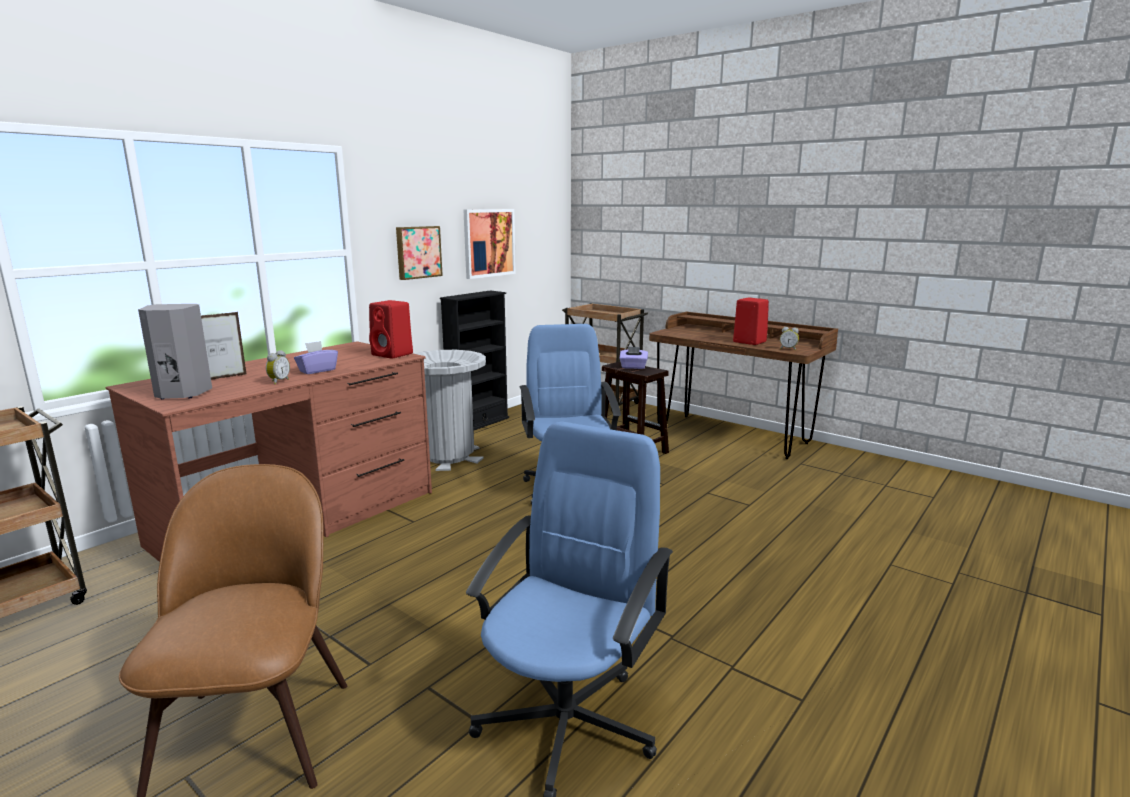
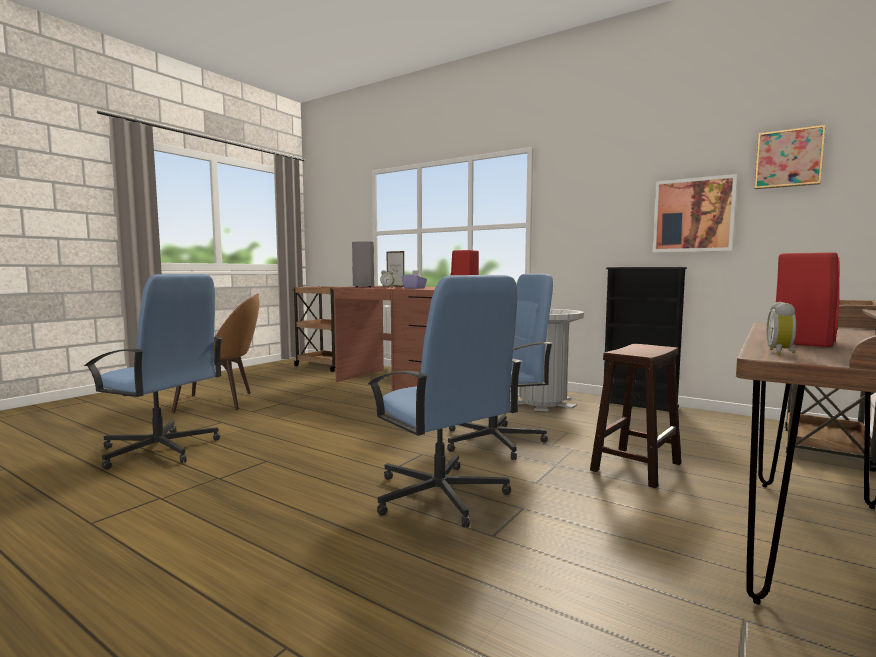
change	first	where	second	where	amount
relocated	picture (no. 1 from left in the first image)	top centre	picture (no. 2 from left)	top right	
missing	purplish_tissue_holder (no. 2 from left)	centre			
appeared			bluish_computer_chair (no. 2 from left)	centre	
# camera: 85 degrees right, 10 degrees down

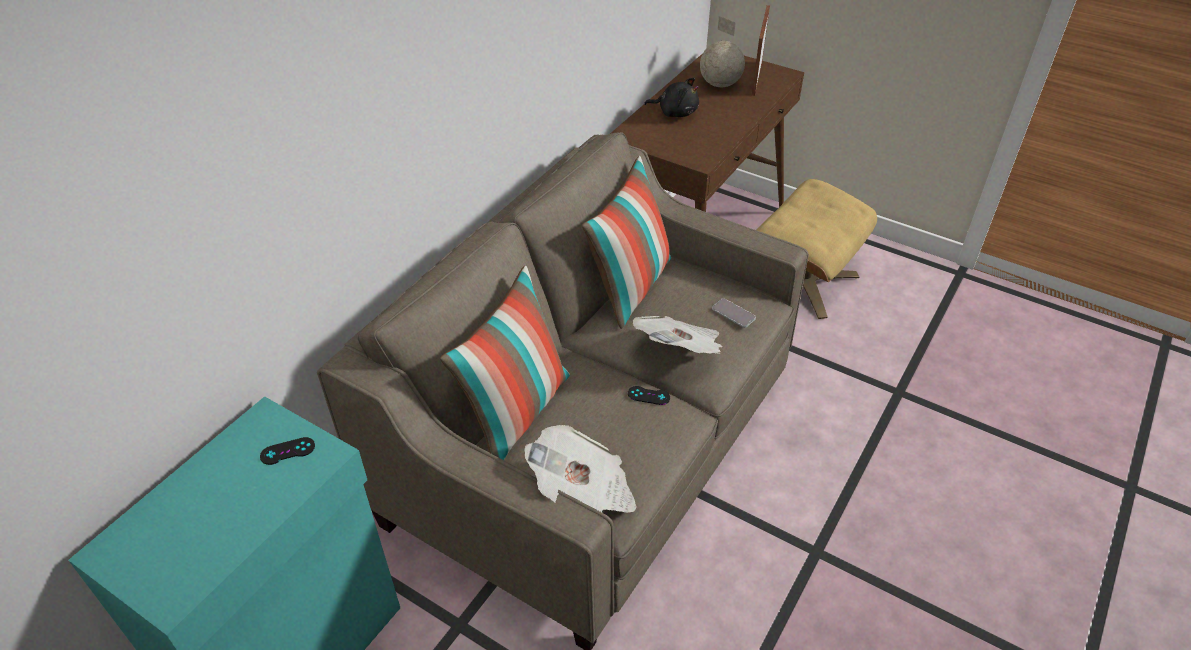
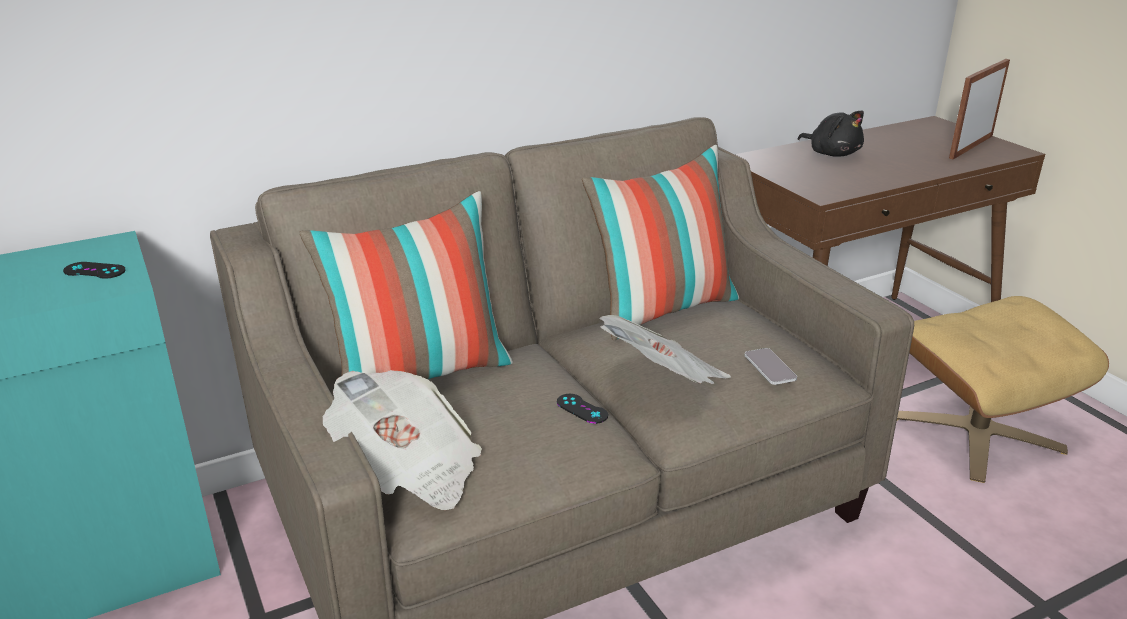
change	first	where	second	where	amount
missing	globe	top centre			
# camera: 30 degrees right, 15 degrees down

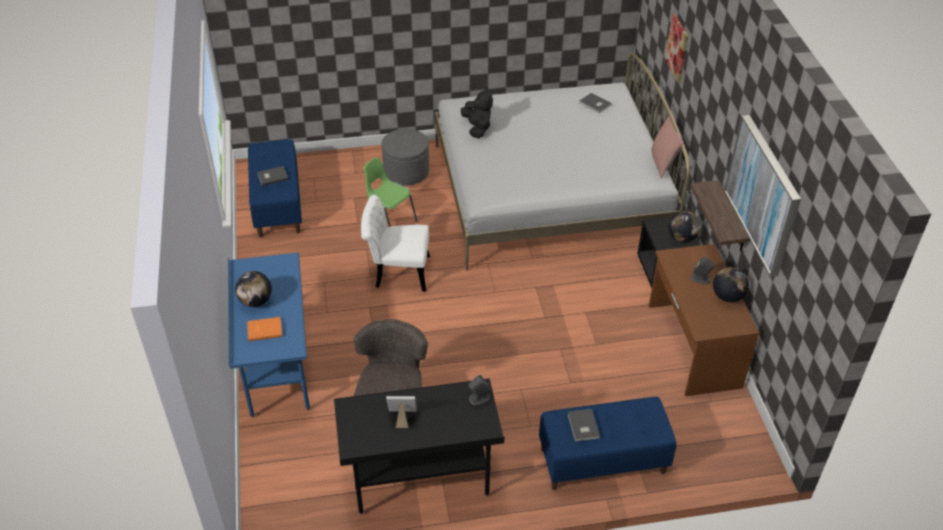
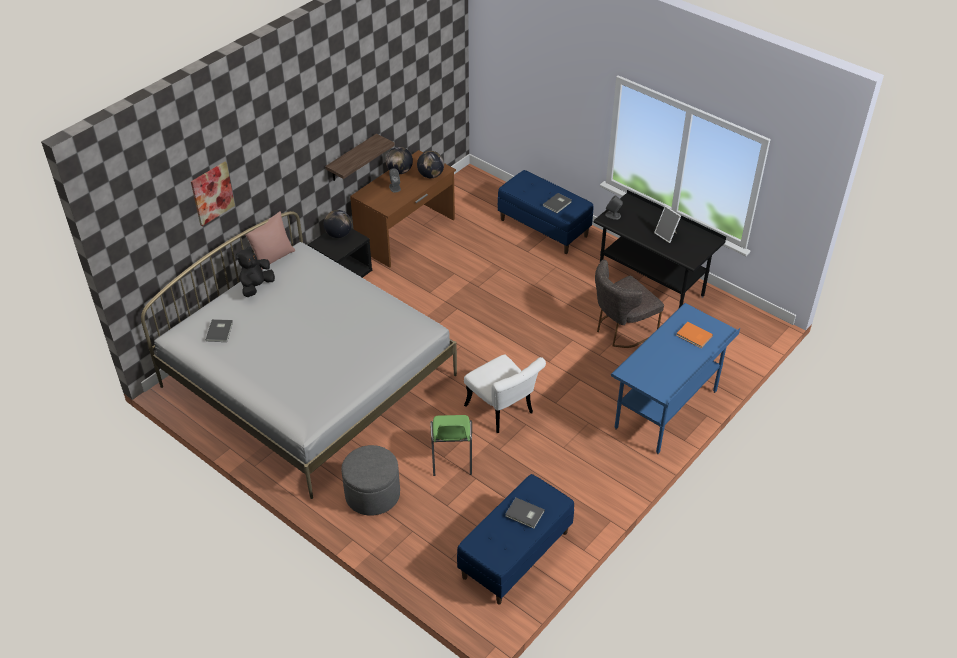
change	first	where	second	where	amount
relocated	globe (no. 1 from left in the first image)	middle left	globe (no. 3 from left)	top centre	
relocated	black-coloured_plush_toy	top centre		middle left	
missing	picture (no. 2 from left)	middle right			
# camera: 130 degrees left, 0 degrees up

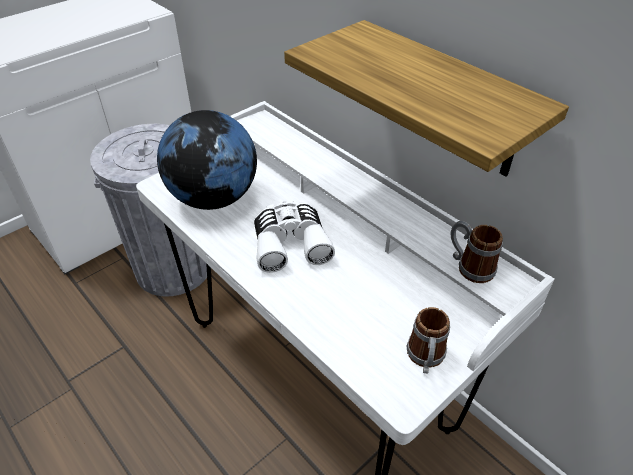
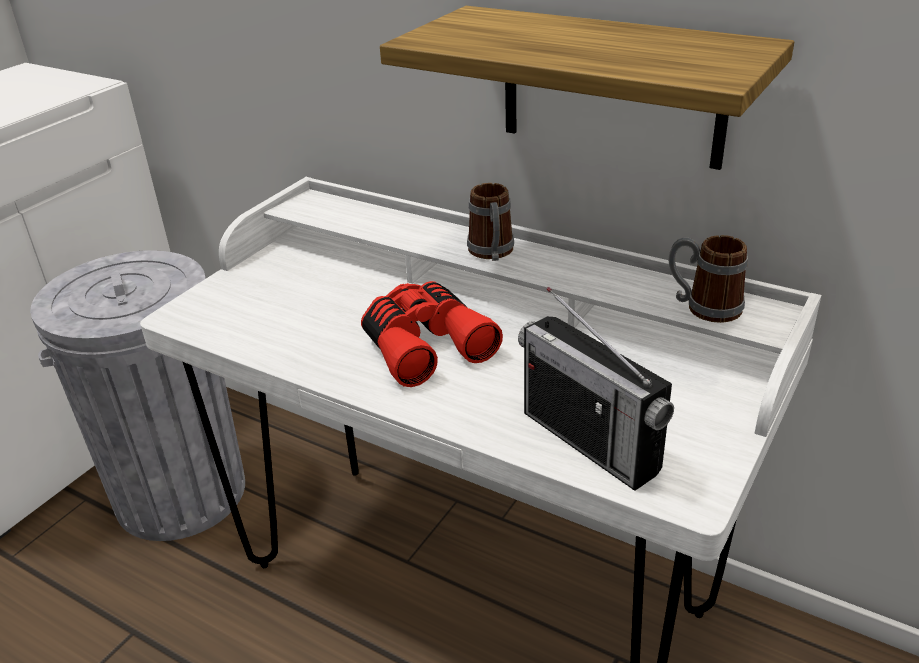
change	first	where	second	where	amount
missing	globe	middle left			
colour	white_binoculars	centre	red-coloured_binoculars	centre	
relocated	mug (no. 1 from left)	bottom right		centre	
appeared			radio	centre	
# camera: 15 degrees left, 10 degrees down

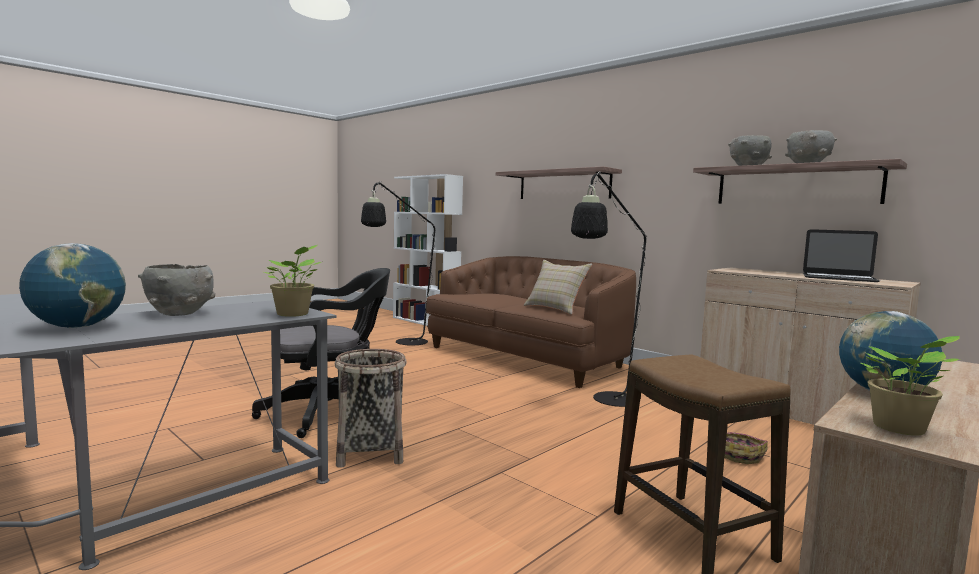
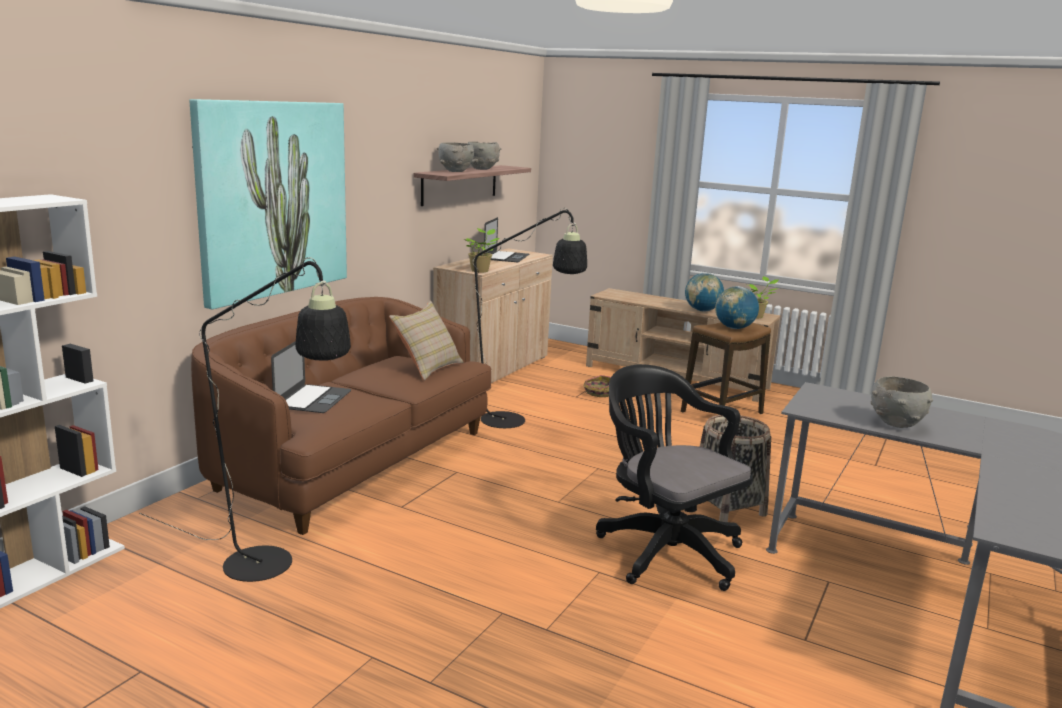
change	first	where	second	where	amount
relocated	globe (no. 1 from left in the first image)	middle left	globe (no. 2 from left)	middle right	
relocated	plant_in_a_pot (no. 1 from left)	middle left		centre	
exchanged	wall_shelf (no. 1 from left)	top centre	picture	top left	
appeared			laptop (no. 1 from left)	middle left	
# camera: 105 degrees left, 10 degrees up

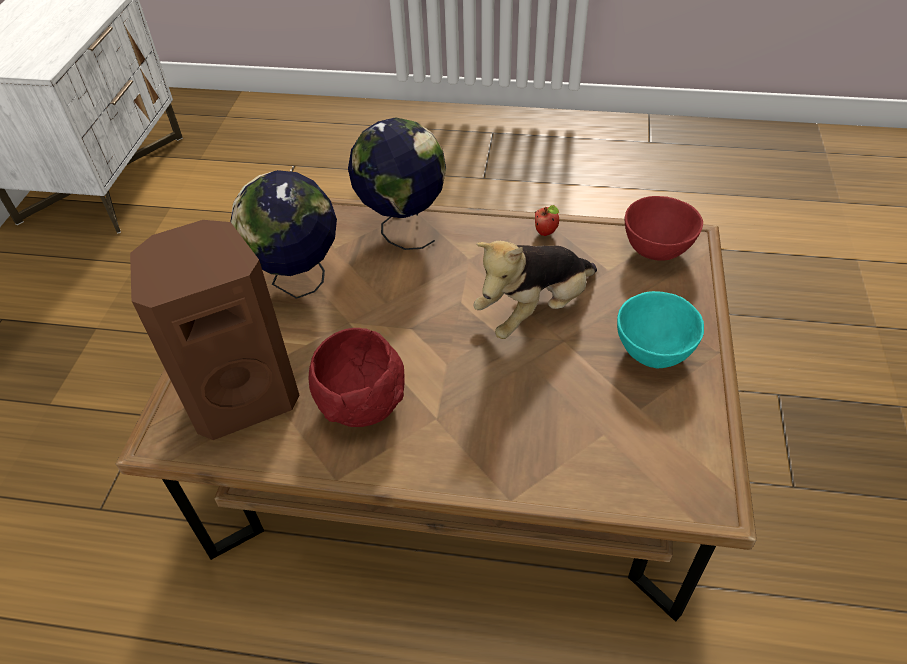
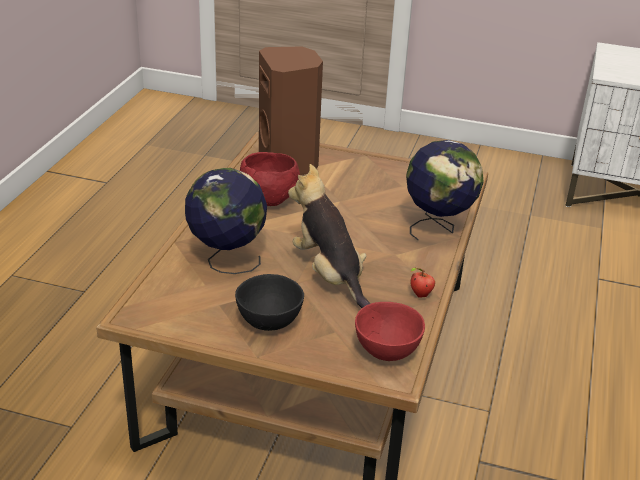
change	first	where	second	where	amount
relocated	globe (no. 1 from left)	middle left		centre	
colour	blue-green_deep_dish	middle right	black-coloured_deep_dish	centre	
# camera: 95 degrees right, 15 degrees down

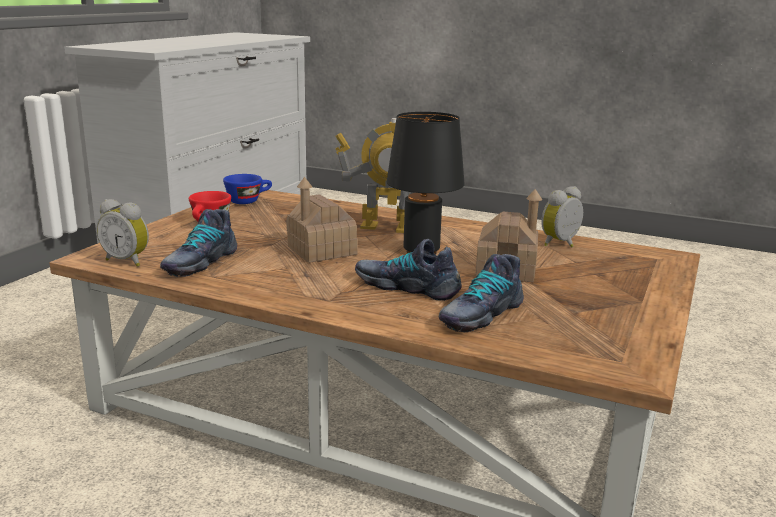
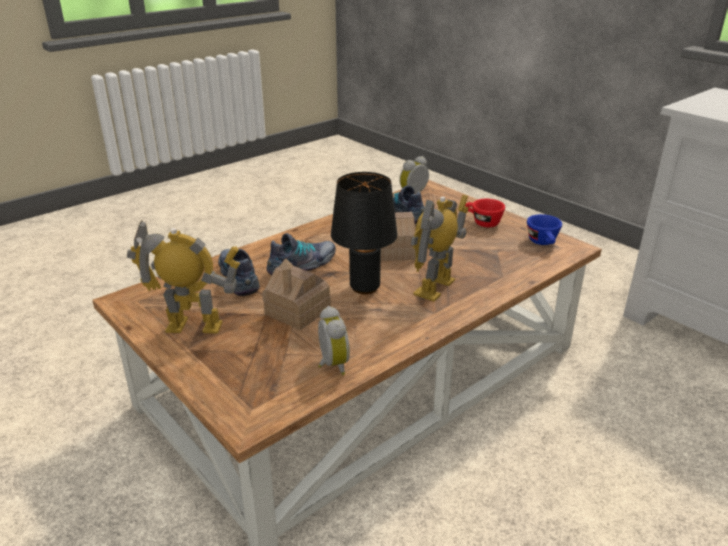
change	first	where	second	where	amount
appeared			model_robot (no. 1 from left)	middle left	
# camera: 115 degrees right, 10 degrees up

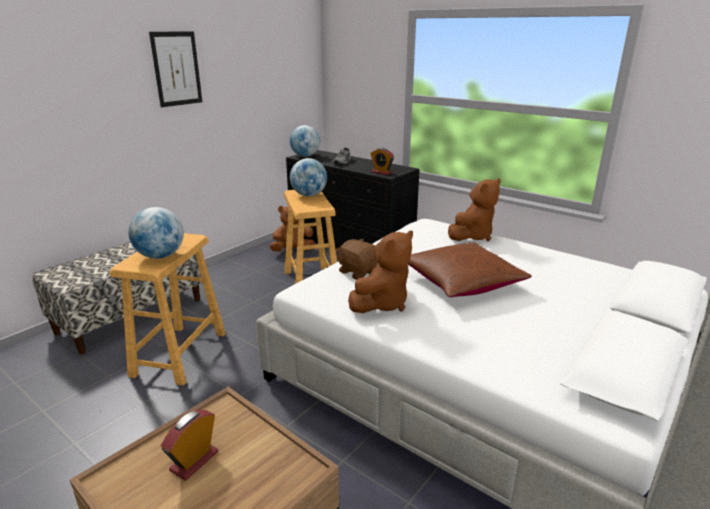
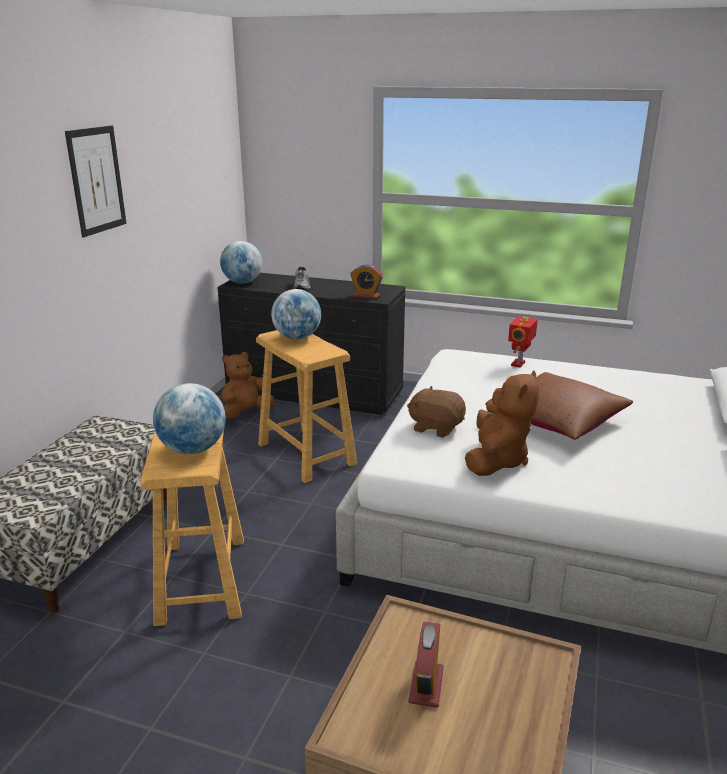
change	first	where	second	where	amount
exchanged	brown_plush_toy (no. 4 from left)	middle right	model_robot	middle right	
# camera: 20 degrees left, 0 degrees up

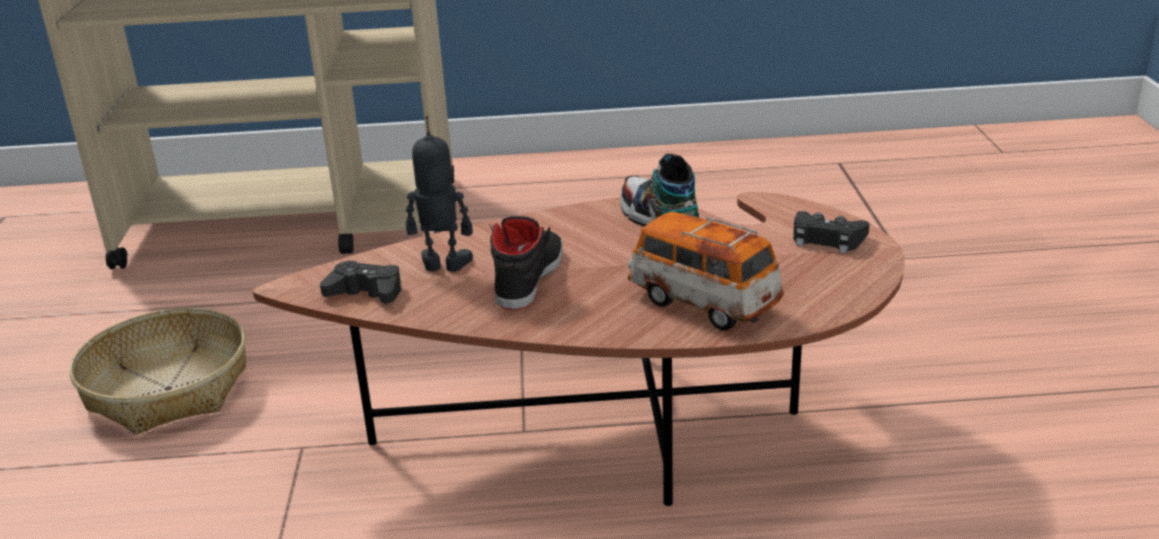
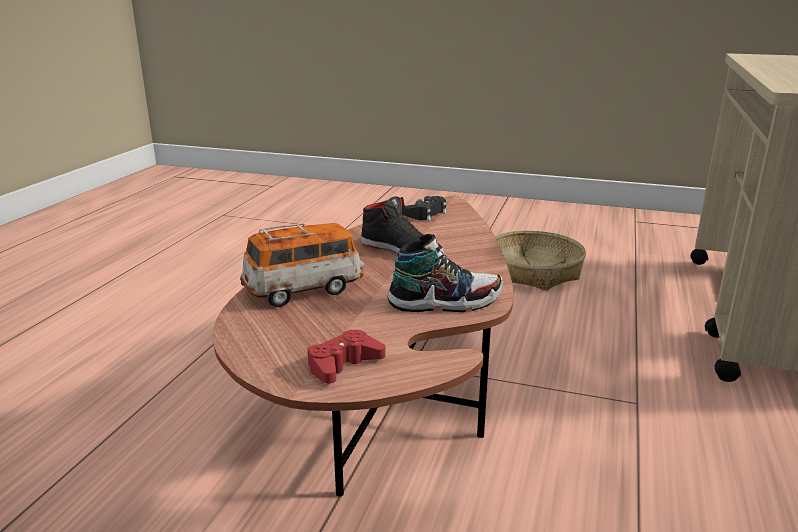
change	first	where	second	where	amount
missing	model_robot	centre			
colour	black-coloured_gamepad (no. 2 from left)	middle right	red-coloured_gamepad	bottom centre	
# camera: 110 degrees right, 5 degrees down

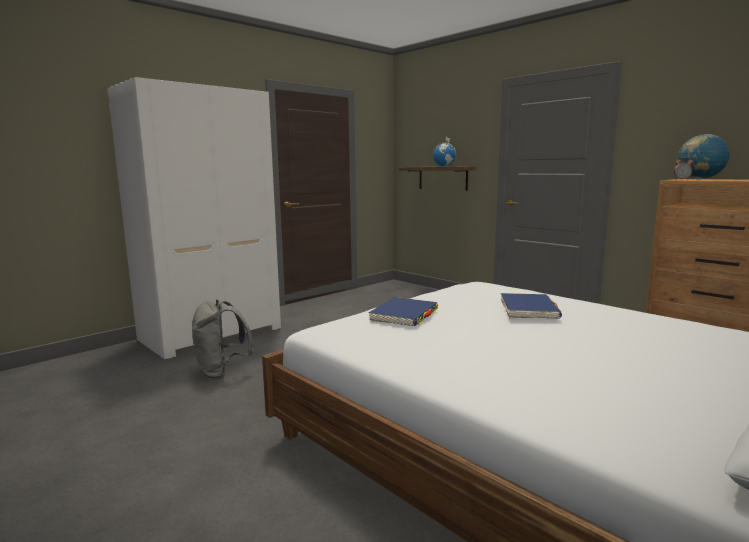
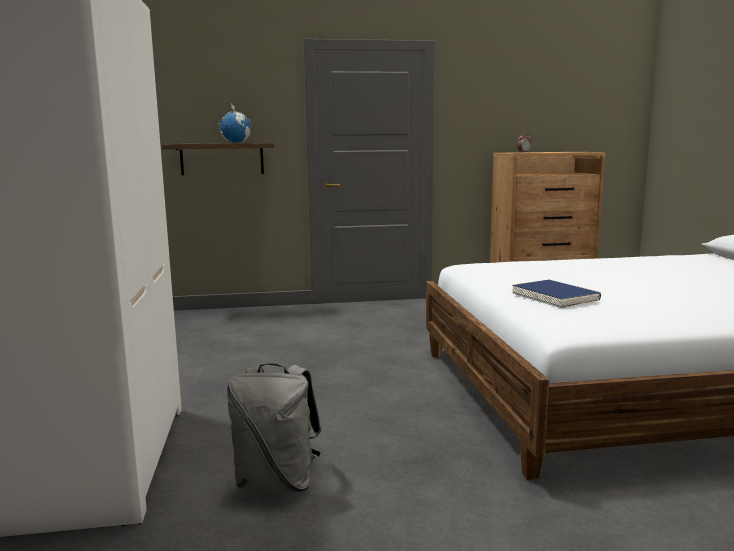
change	first	where	second	where	amount
missing	bluish_bound_book (no. 2 from left)	middle right			
missing	globe (no. 2 from left)	top right			
# camera: 55 degrees left, 0 degrees up

